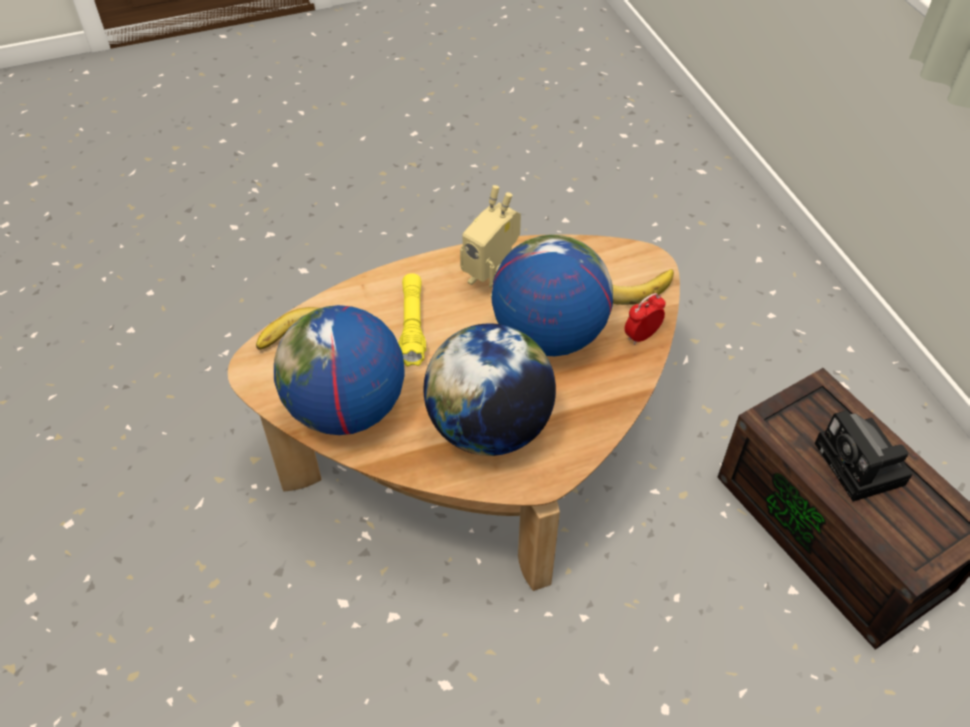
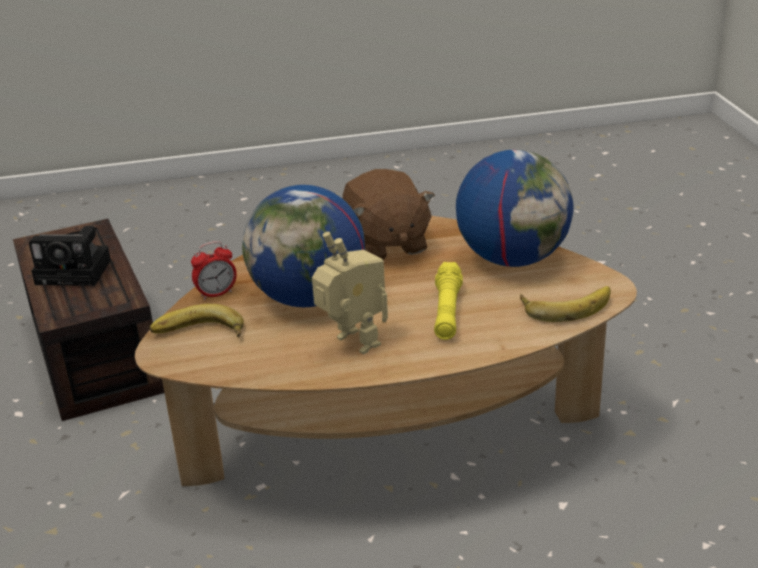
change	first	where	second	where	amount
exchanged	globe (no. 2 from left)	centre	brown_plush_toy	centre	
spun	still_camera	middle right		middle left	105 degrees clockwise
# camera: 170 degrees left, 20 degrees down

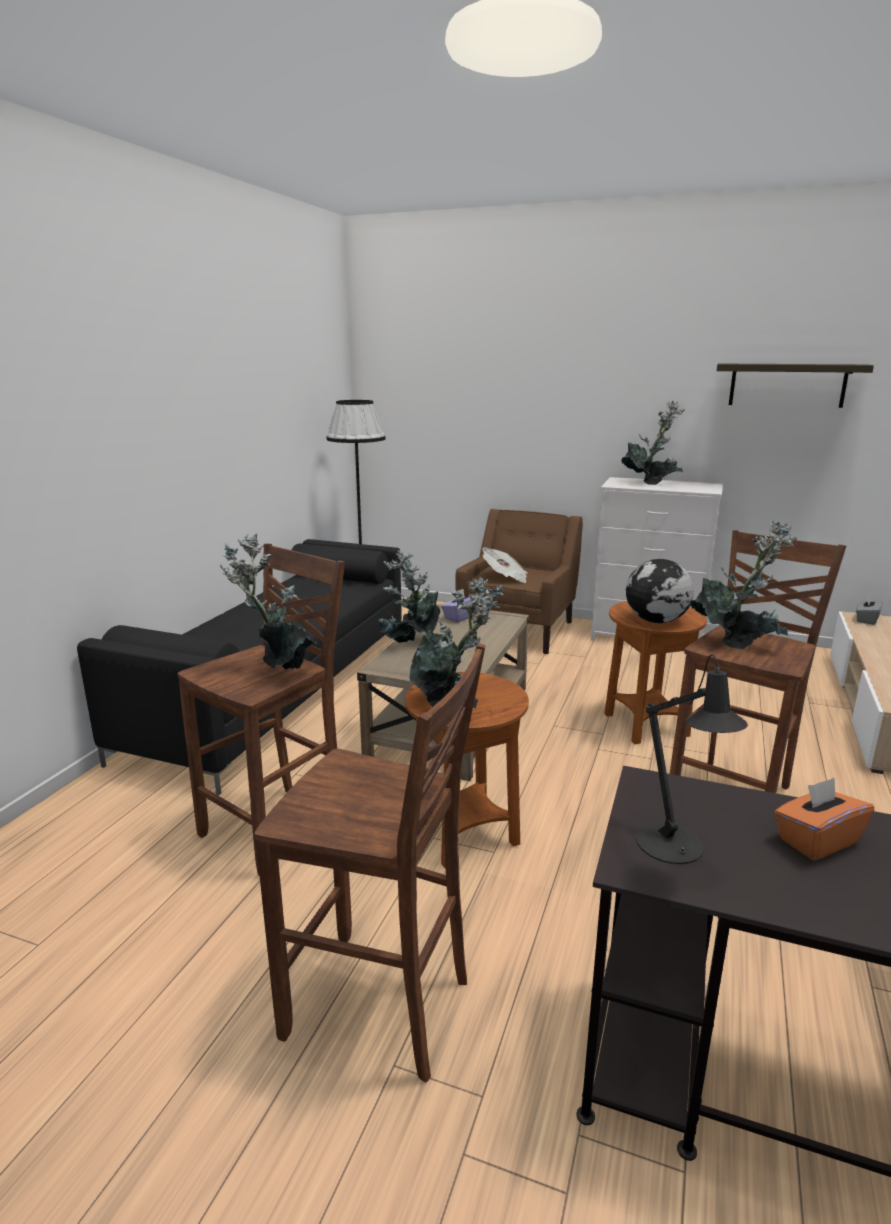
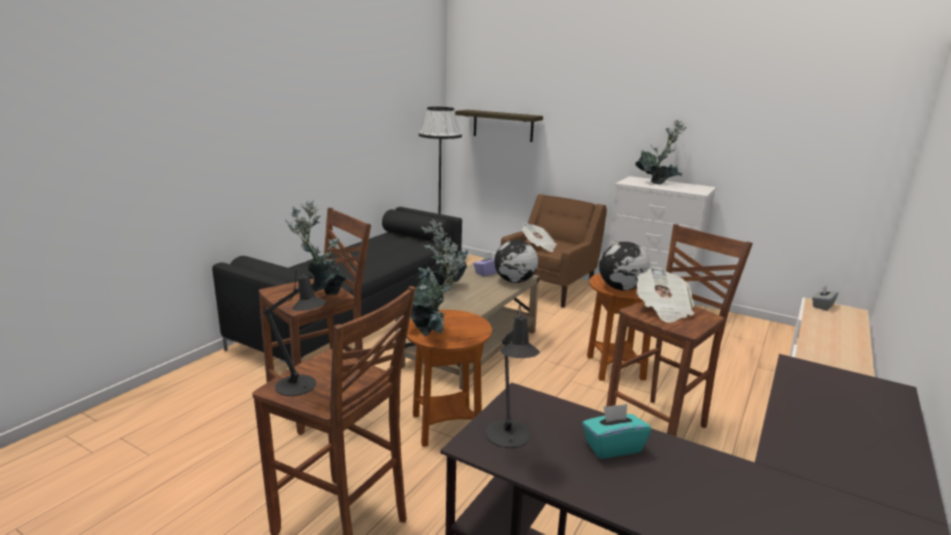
change	first	where	second	where	amount
exchanged	plant_in_a_pot (no. 5 from left)	middle right	daily_paper (no. 2 from left)	middle right	
relocated	wall_shelf	top right		top centre	
colour	orange-coloured_tissue_holder	bottom right	blue-green_tissue_holder	bottom centre	
appeared			black-coloured_table_lamp (no. 1 from left)	middle left	
appeared			globe (no. 1 from left)	centre	
# camera: 10 degrees right, 0 degrees up

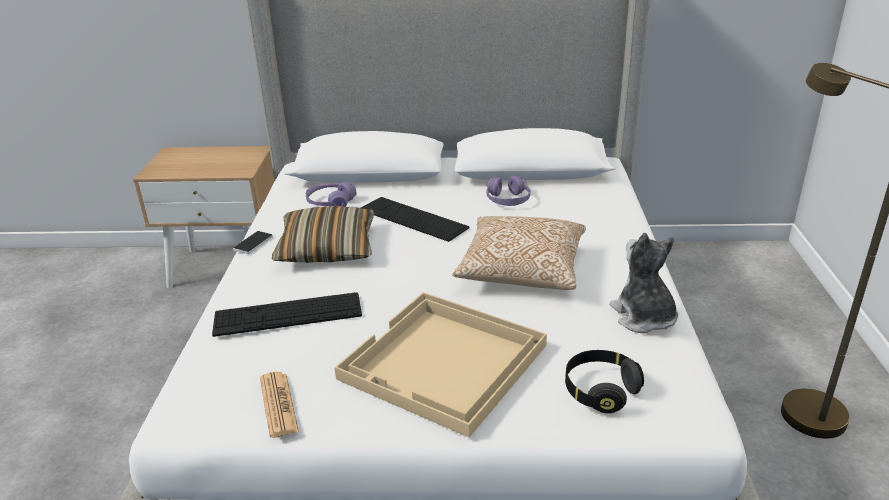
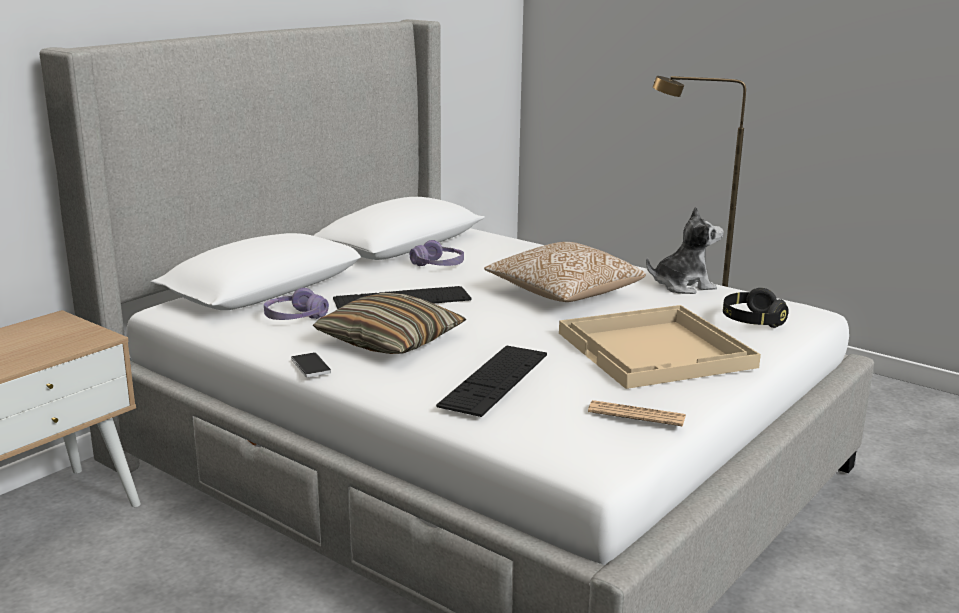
change	first	where	second	where	amount
spun	plush_toy	middle right		middle right	150 degrees clockwise
# camera: 55 degrees left, 10 degrees down

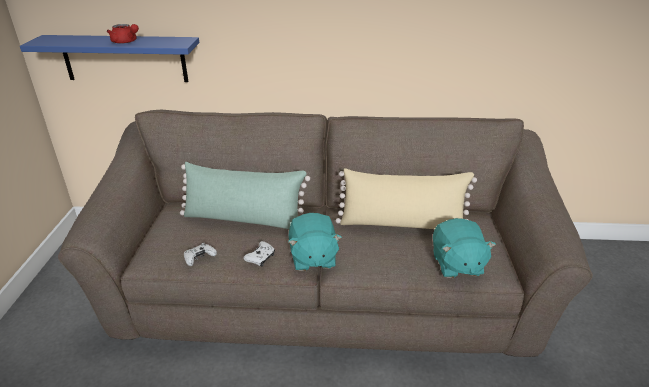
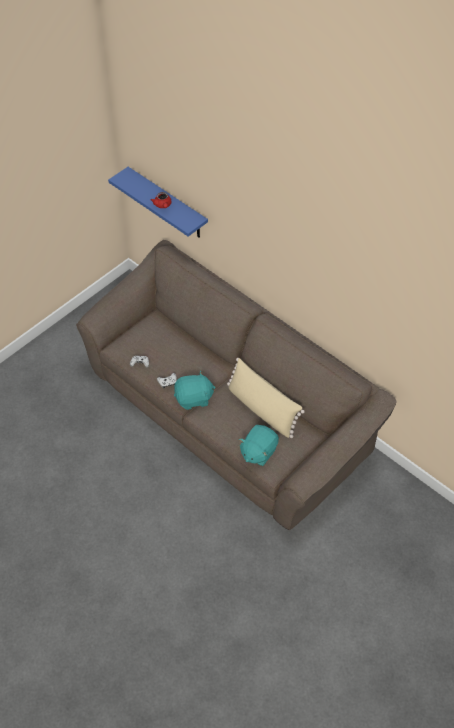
change	first	where	second	where	amount
missing	greenish_pillow	centre			
spun	blue-green_plush_toy (no. 1 from left)	centre		centre	135 degrees counterclockwise
# camera: 40 degrees right, 20 degrees up

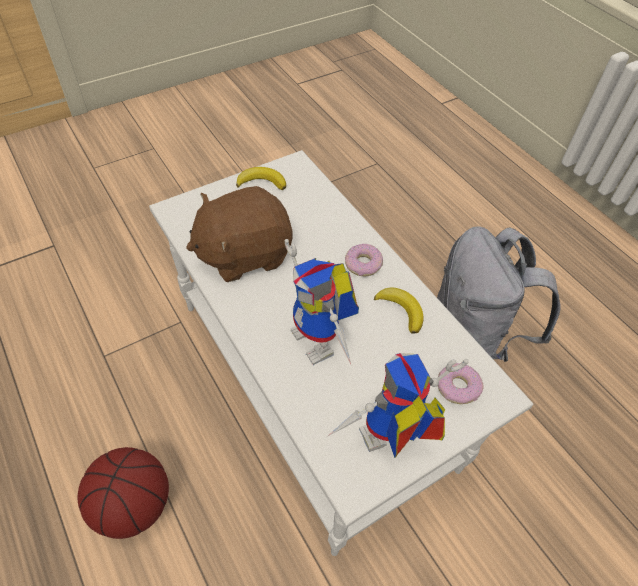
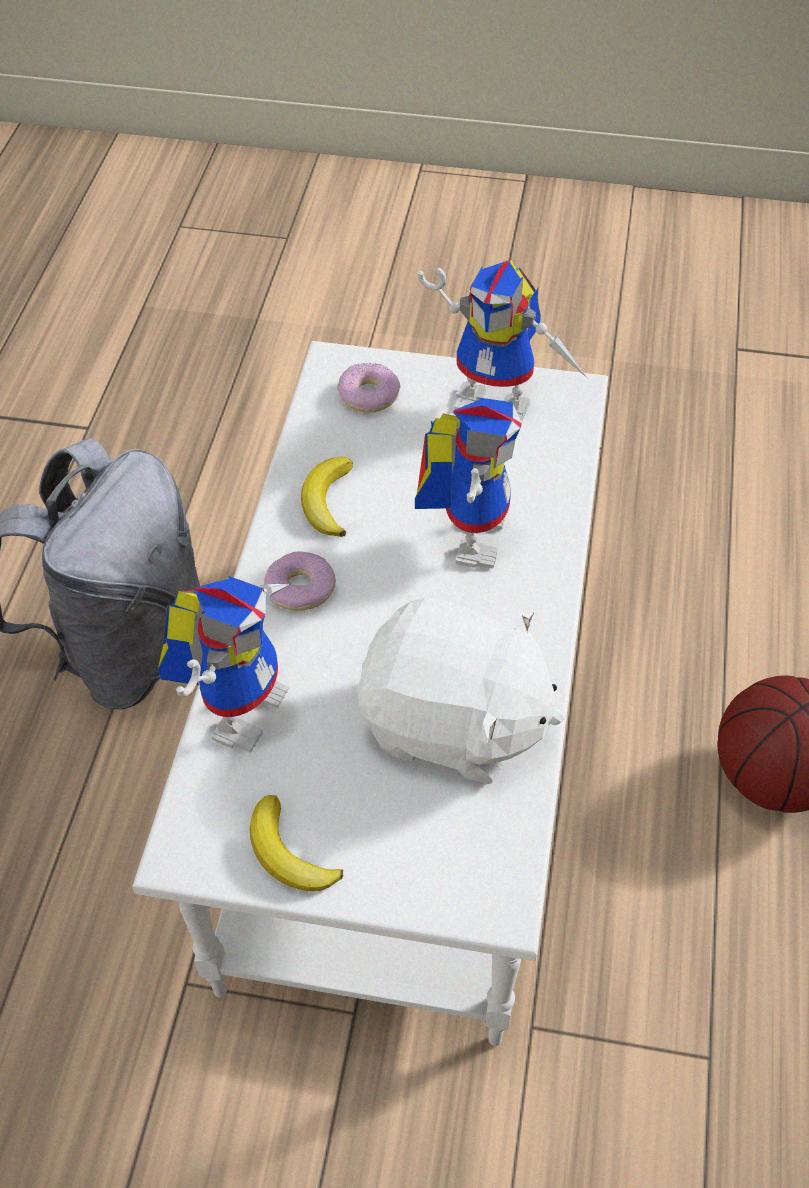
change	first	where	second	where	amount
colour	brown_plush_toy	centre	white_plush_toy	centre	
appeared			model_robot (no. 1 from left)	middle left	
# camera: 135 degrees left, 0 degrees up

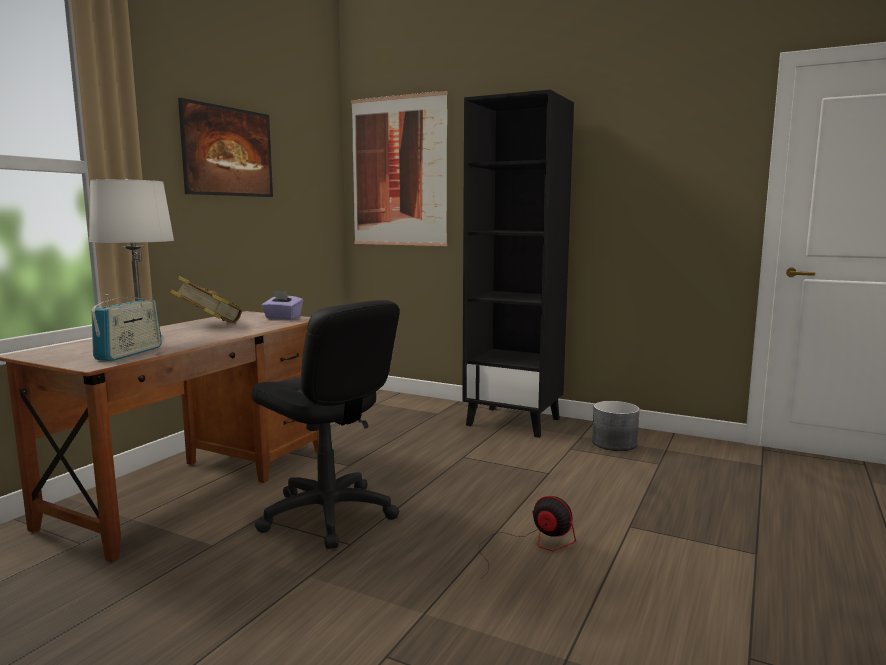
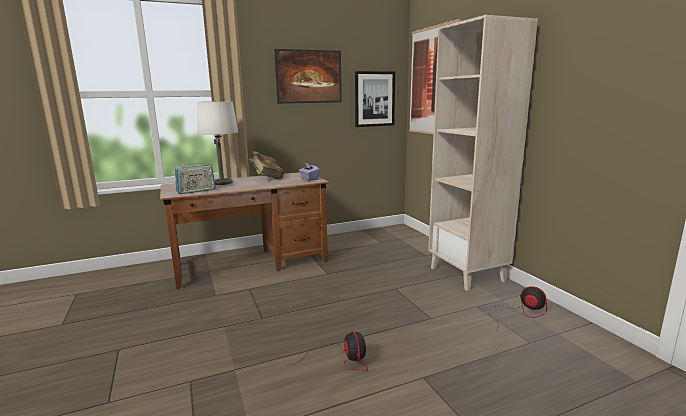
change	first	where	second	where	amount
missing	black-coloured_computer_chair	centre			
colour	black-coloured_bookcase	centre	beige-coloured_bookcase	middle right	
exchanged	gray_flower_pot	middle right	electric_fan (no. 2 from left)	bottom right	
appeared			picture (no. 2 from left)	top centre	
# camera: 40 degrees right, 5 degrees up

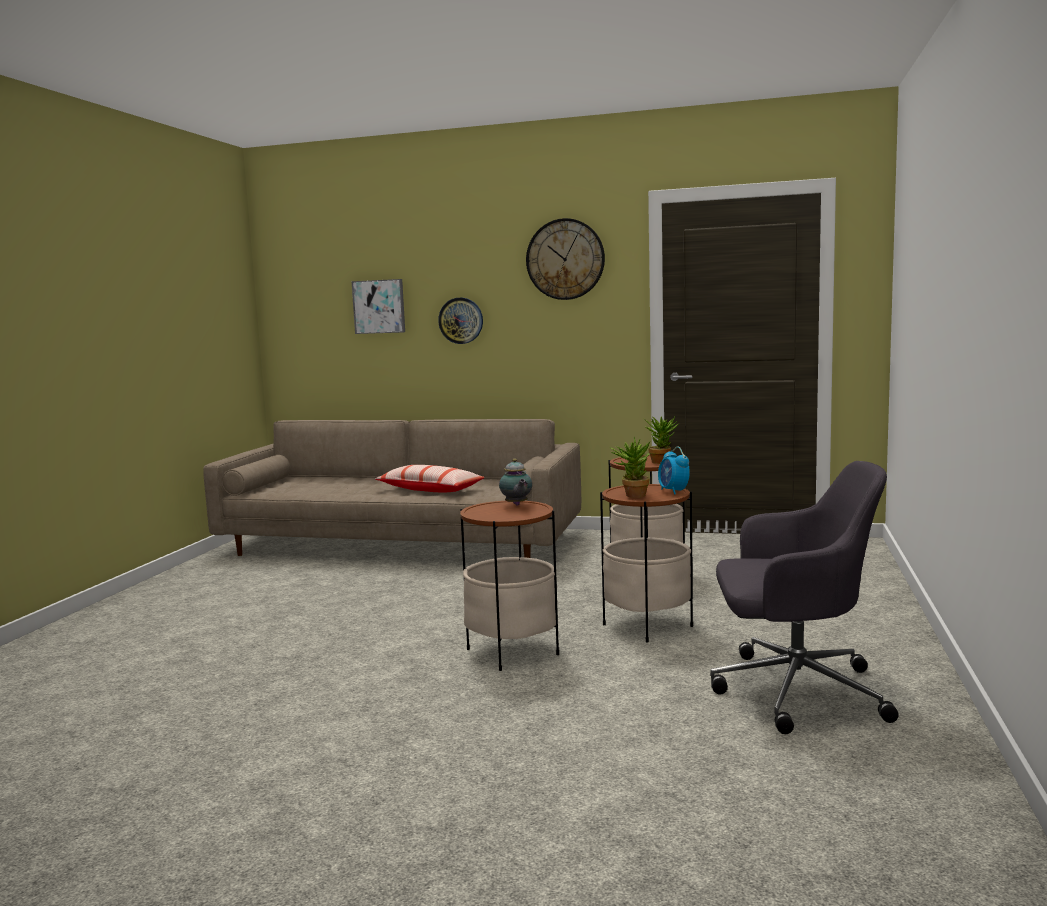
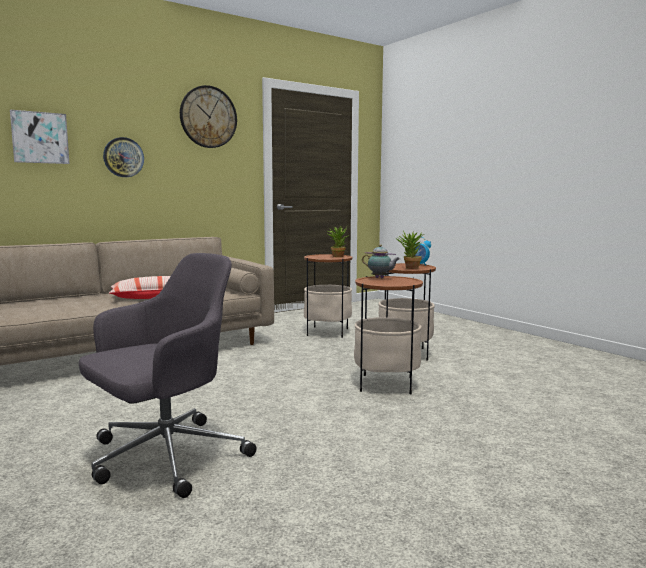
change	first	where	second	where	amount
relocated	gray_computer_chair	middle right		middle left	
# camera: 50 degrees left, 0 degrees up

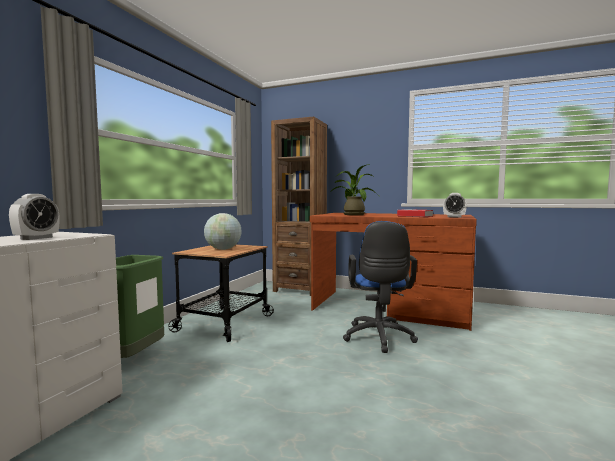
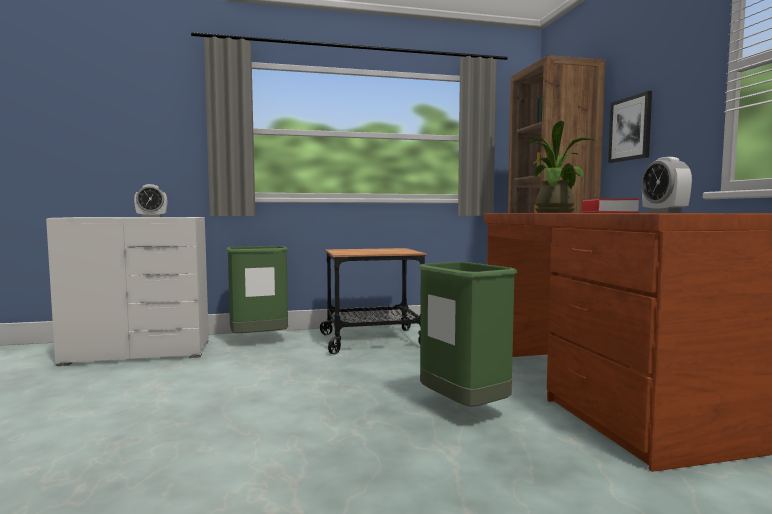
change	first	where	second	where	amount
missing	globe	centre			
exchanged	bluish_computer_chair	centre	greenish_trash_can (no. 2 from left)	centre	
appeared			picture	top right	
# camera: 55 degrees right, 0 degrees up

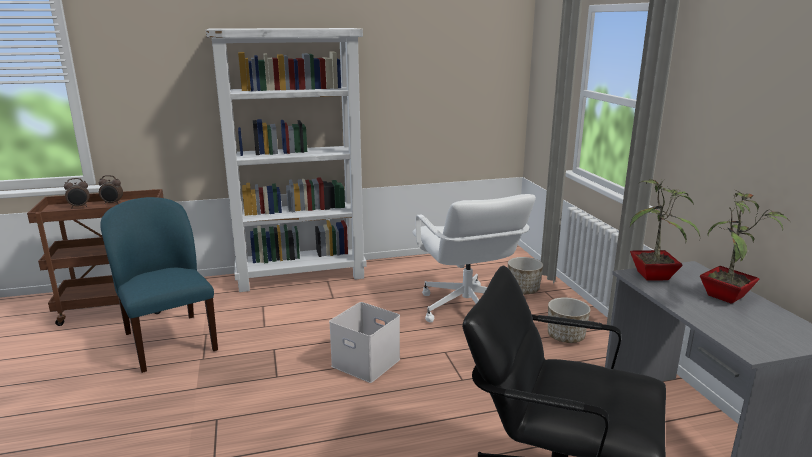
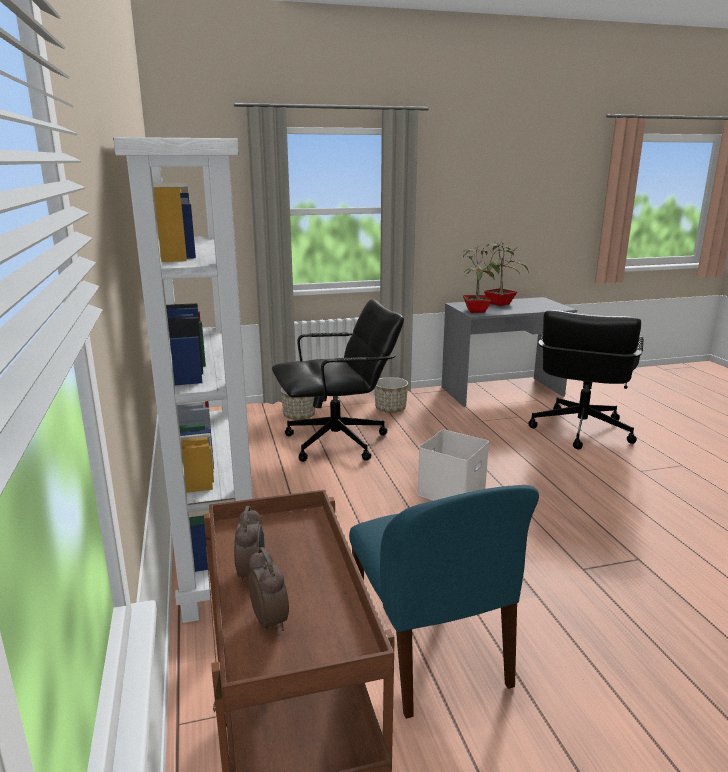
change	first	where	second	where	amount
spun	bluish_plain_chair	middle left		bottom centre	75 degrees counterclockwise
colour	white_computer_chair	centre	black-coloured_computer_chair (no. 1 from left)	centre	
# camera: 90 degrees left, 0 degrees up

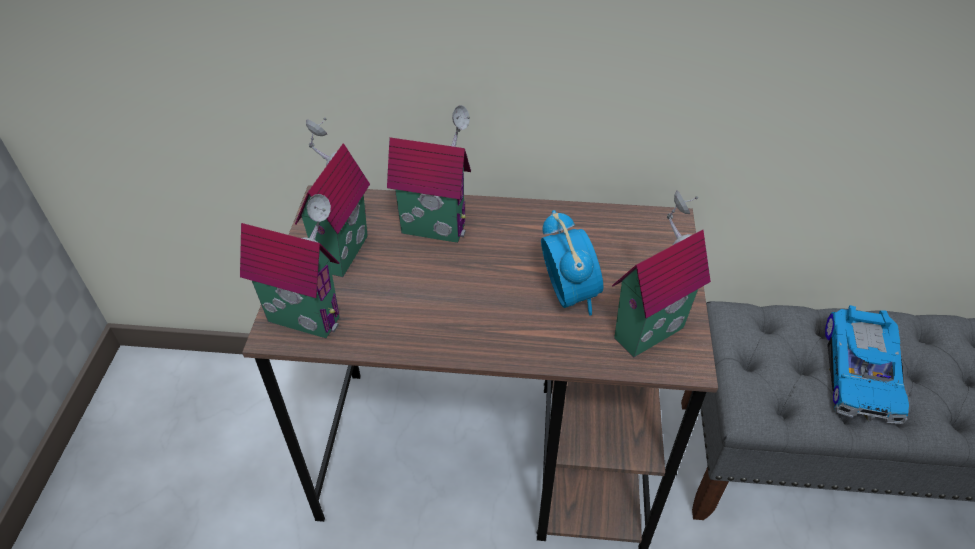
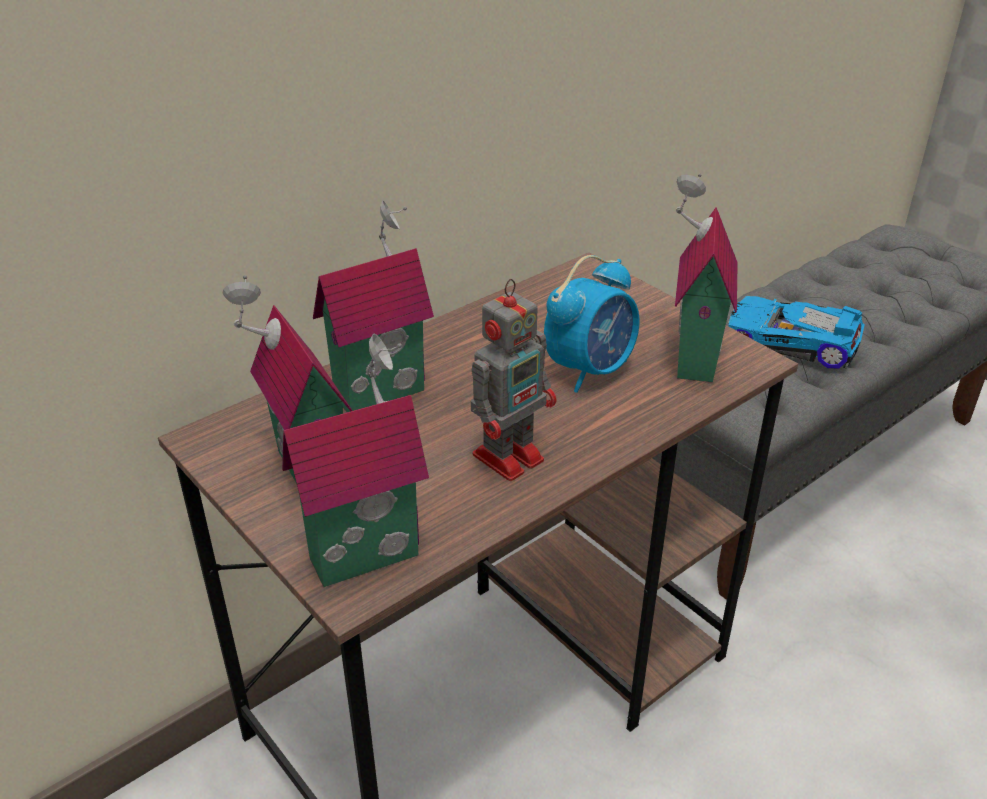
change	first	where	second	where	amount
spun	table_clock	centre		centre	105 degrees clockwise
spun	model_car	middle right		middle right	150 degrees clockwise
appeared			model_robot	centre	
# camera: 45 degrees left, 10 degrees down

